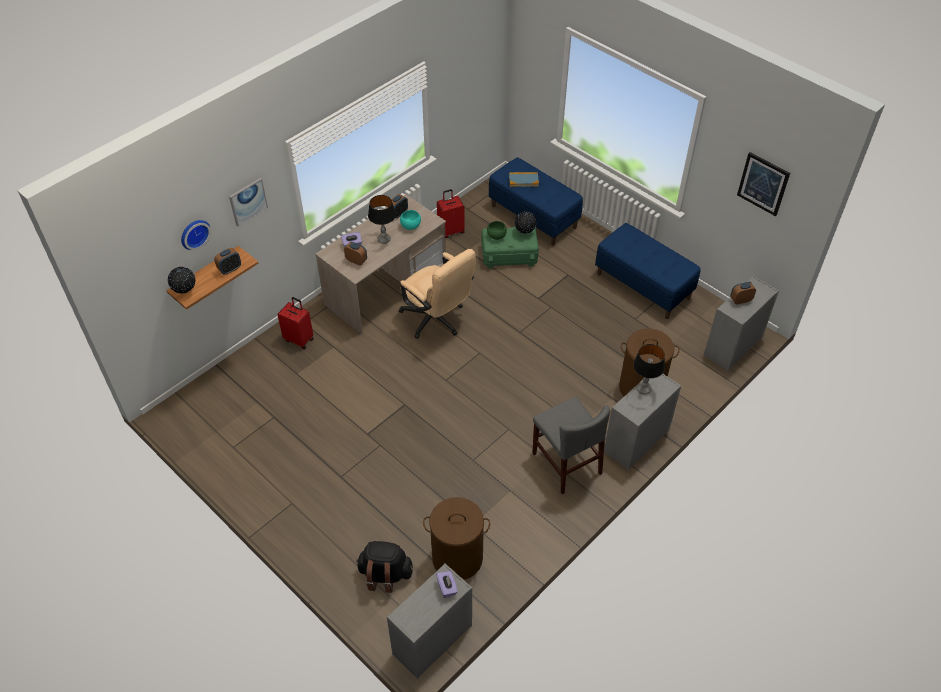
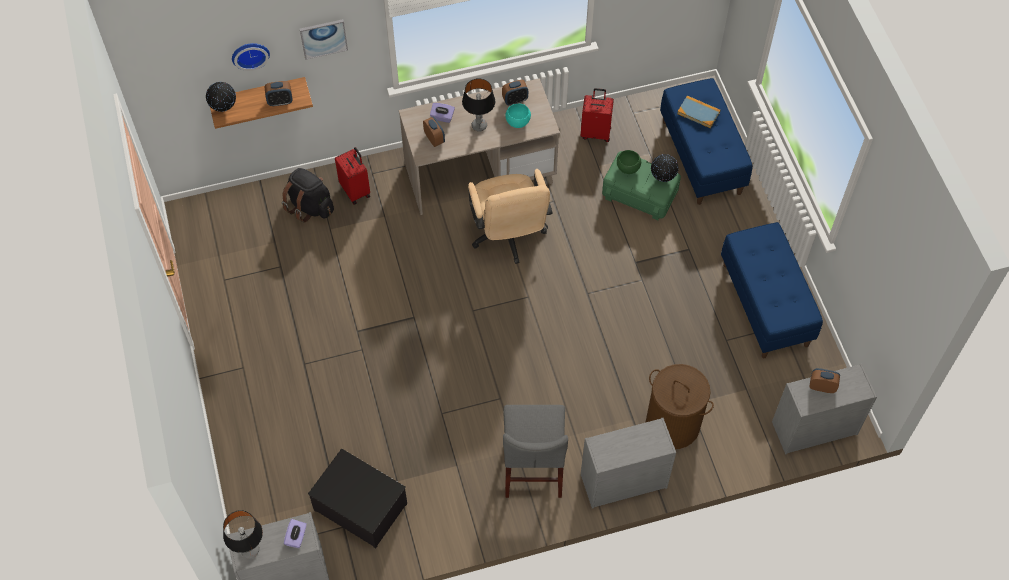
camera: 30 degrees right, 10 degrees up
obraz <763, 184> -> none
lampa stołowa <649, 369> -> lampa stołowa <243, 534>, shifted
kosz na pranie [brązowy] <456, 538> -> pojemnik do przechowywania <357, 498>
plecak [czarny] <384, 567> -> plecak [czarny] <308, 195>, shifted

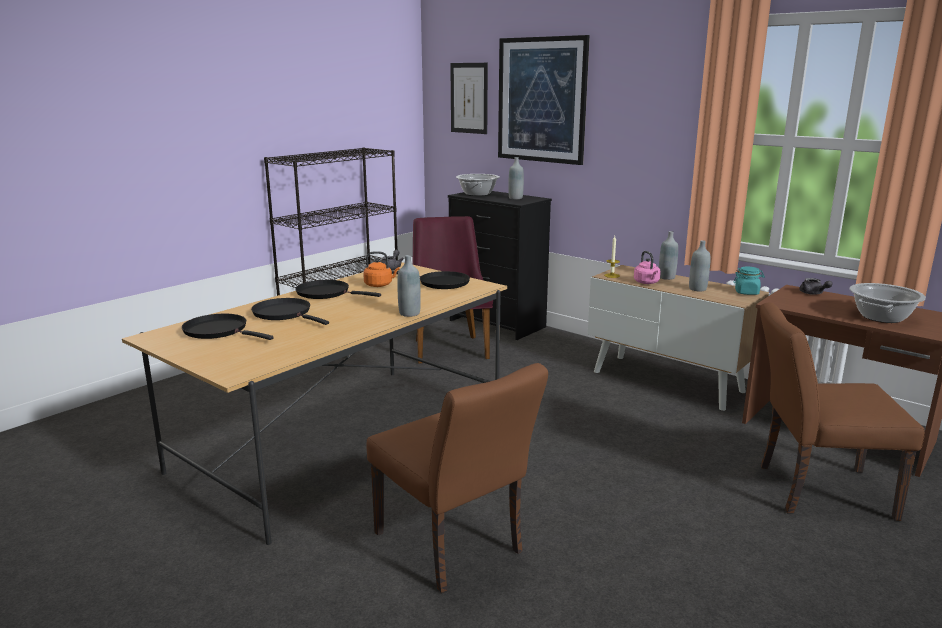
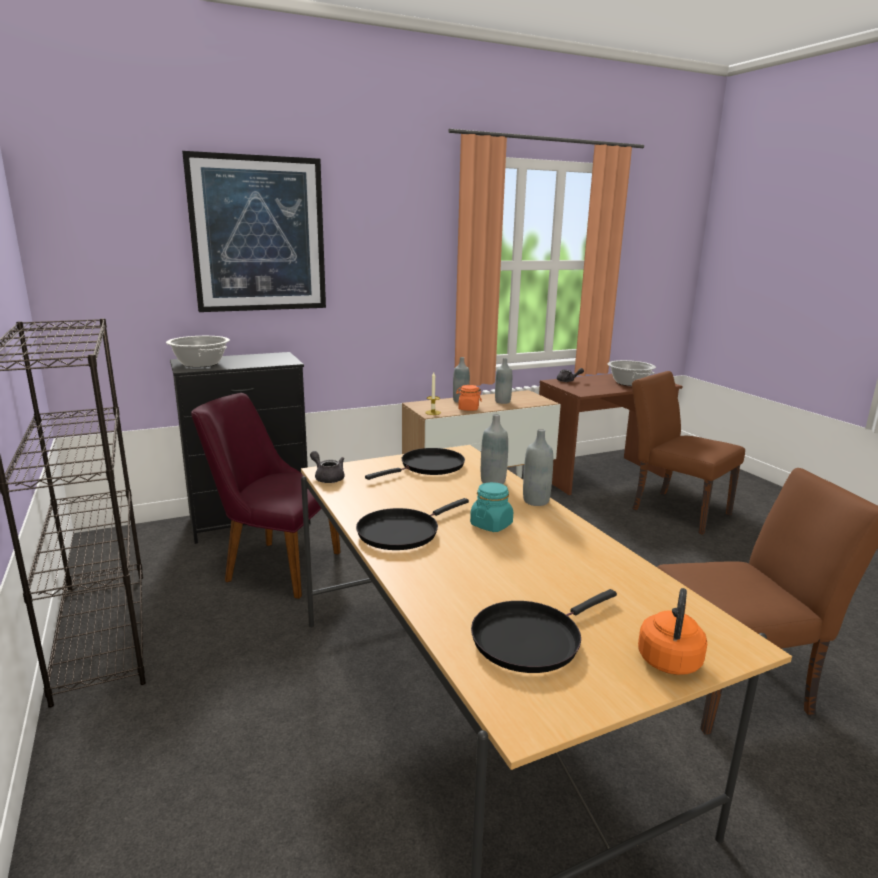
camera: 65 degrees left, 0 degrees up
obraz <469, 98> -> none
butelka [szary] <516, 178> -> butelka [szary] <494, 449>, shifted
czajnik [pomarańczowy] <381, 269> -> czajnik [pomarańczowy] <672, 631>, shifted
czajnik [różowy] <647, 267> -> słoik [pomarańczowy] <469, 398>
słoik [turkusowy] <749, 280> -> słoik [turkusowy] <491, 507>, shifted
patelnia [czarny] <290, 311> -> none
krzesło [brązowy] <842, 411> -> krzesło [brązowy] <688, 453>, 105 degrees clockwise

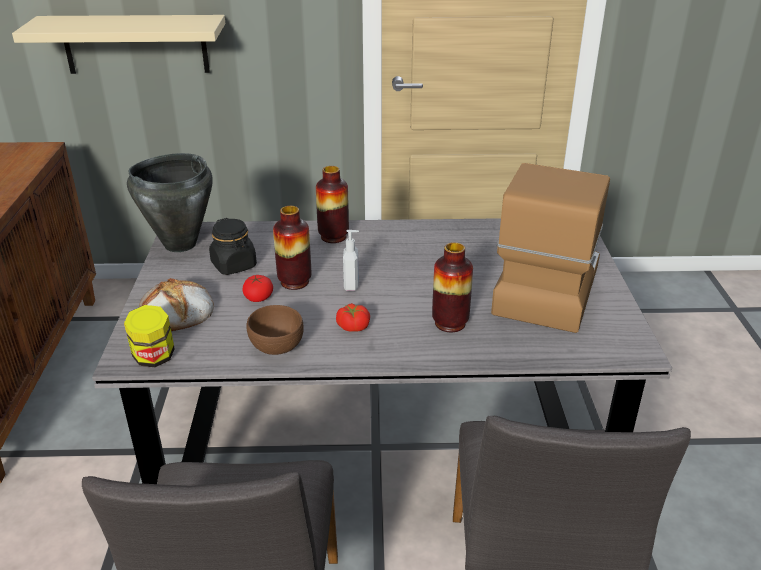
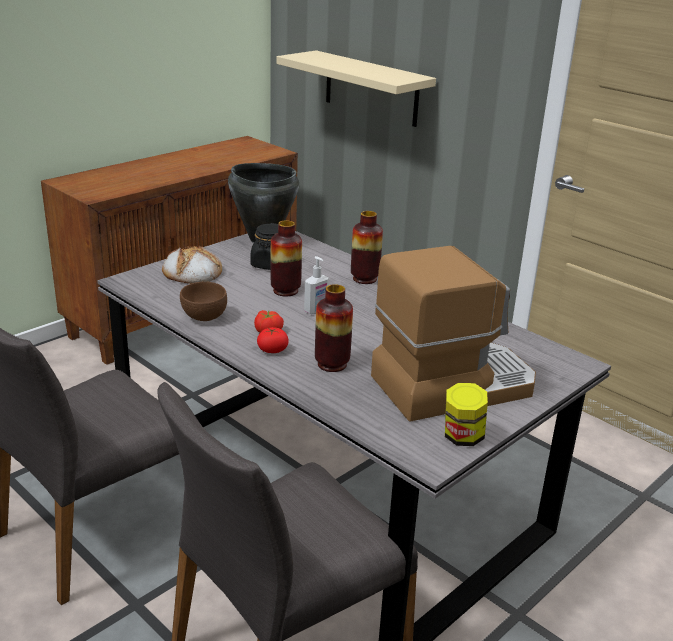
camera: 45 degrees right, 5 degrees down
pomidor <257, 288> -> pomidor <272, 340>, shifted
słoik <149, 336> -> słoik <466, 414>, shifted

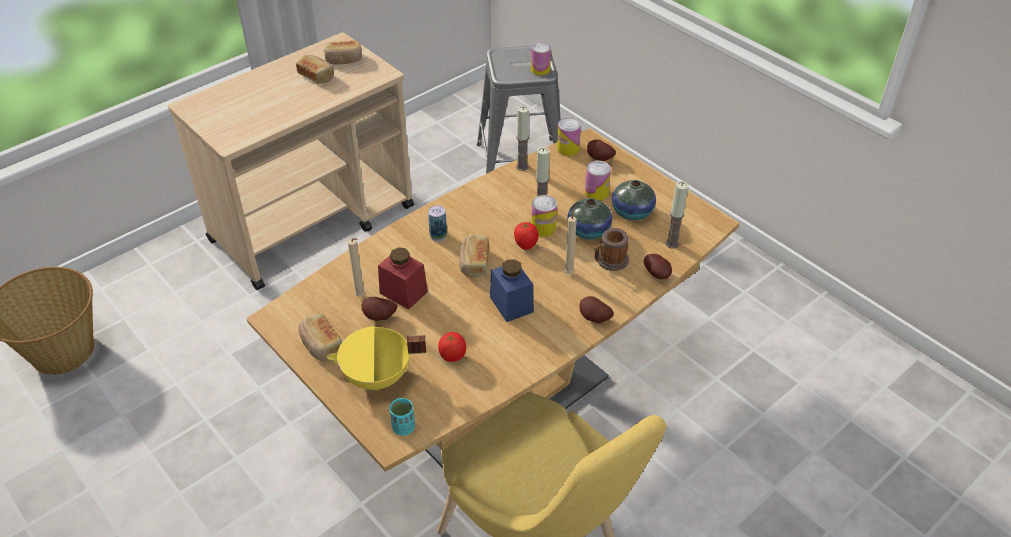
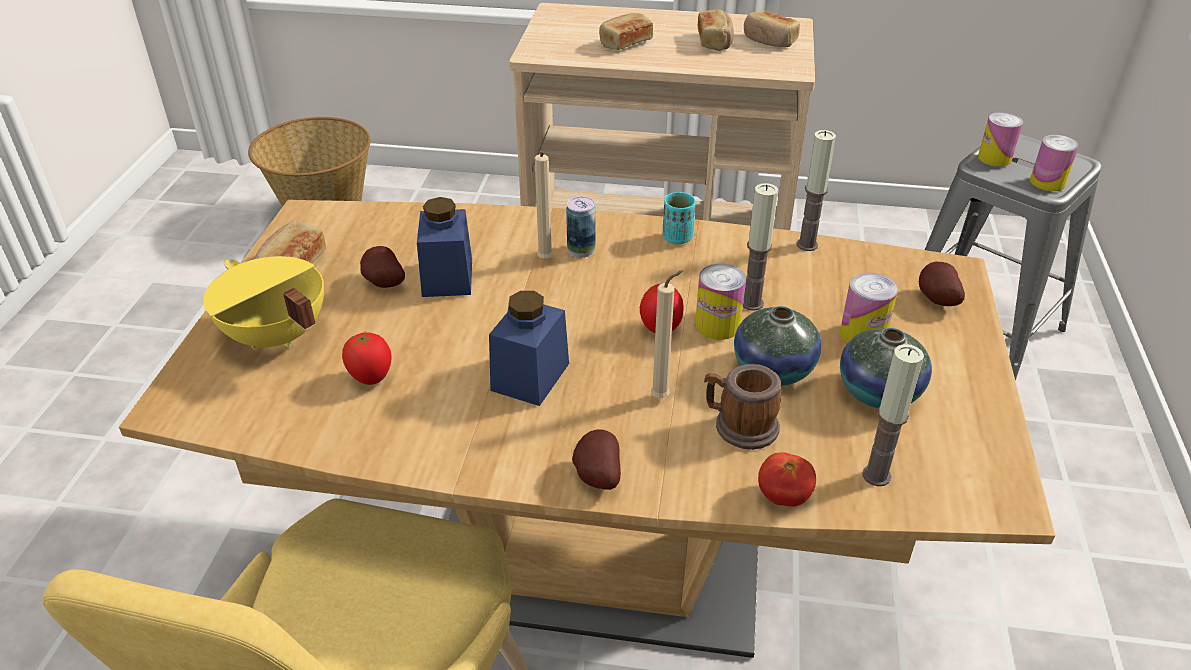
camera: 50 degrees right, 5 degrees down
puszka <569, 137> -> puszka <1000, 139>, shifted
chleb <474, 256> -> chleb <626, 31>, shifted
świeca [beżowy] <356, 267> -> świeca [beżowy] <543, 205>, shifted
słoik [czerwony] <403, 278> -> słoik [niebieski] <444, 247>
ziemniak <658, 266> -> pomidor <787, 479>
filiżanka [turkusowy] <402, 416> -> filiżanka [turkusowy] <679, 218>, shifted

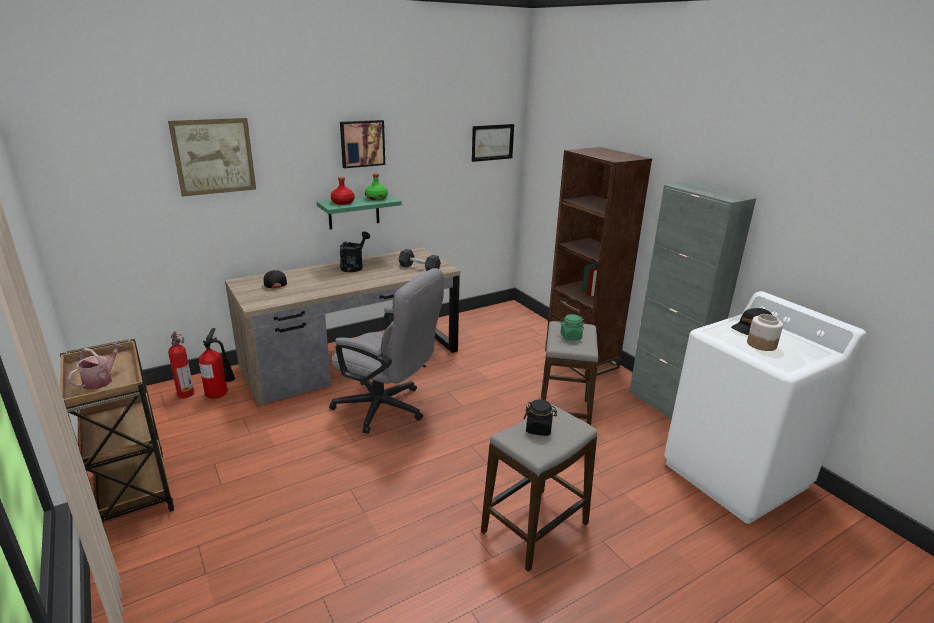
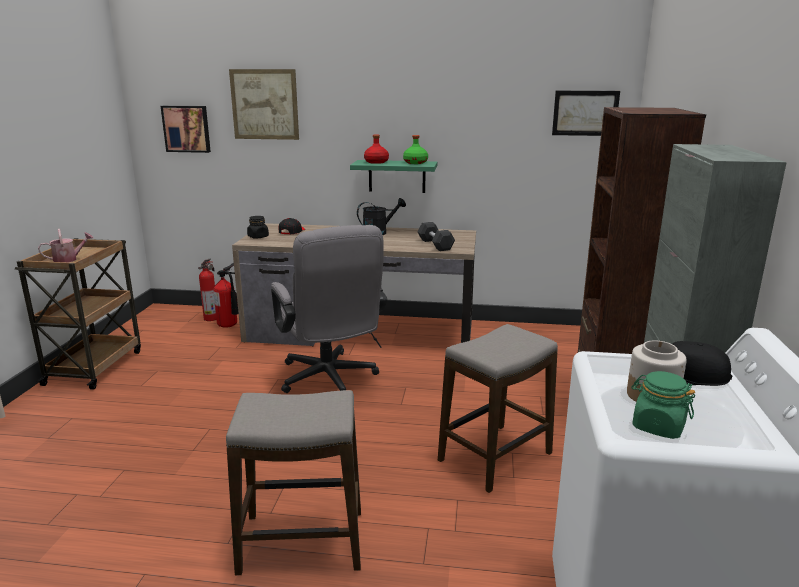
camera: 40 degrees right, 5 degrees down
obraz <362, 144> -> obraz <186, 129>, shifted
słoik [zielony] <572, 327> -> słoik [zielony] <663, 405>, shifted
słoik [czarny] <540, 417> -> słoik [czarny] <258, 227>, shifted

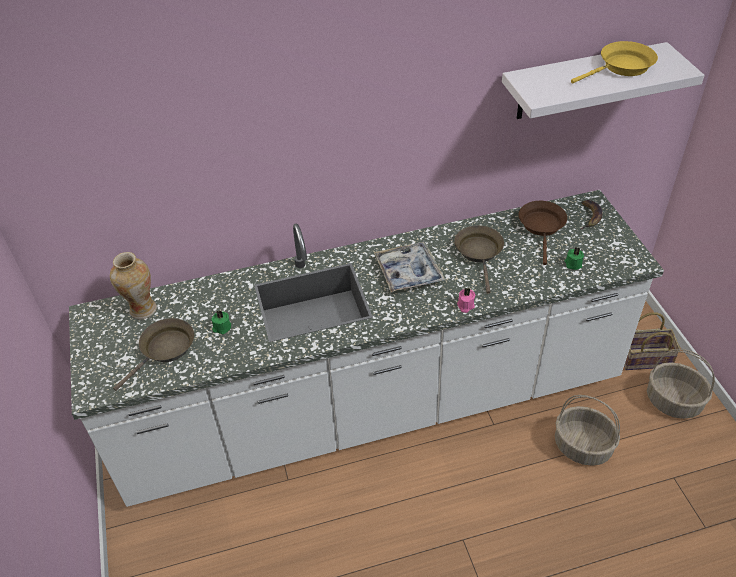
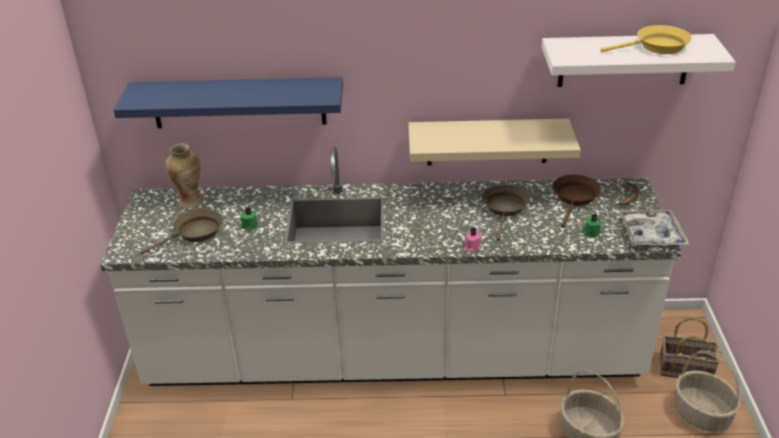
camera: 15 degrees right, 10 degrees down
taca <409, 267> -> taca <654, 228>, shifted
none -> półka [niebieski] <228, 102>
none -> półka [beżowy] <494, 142>

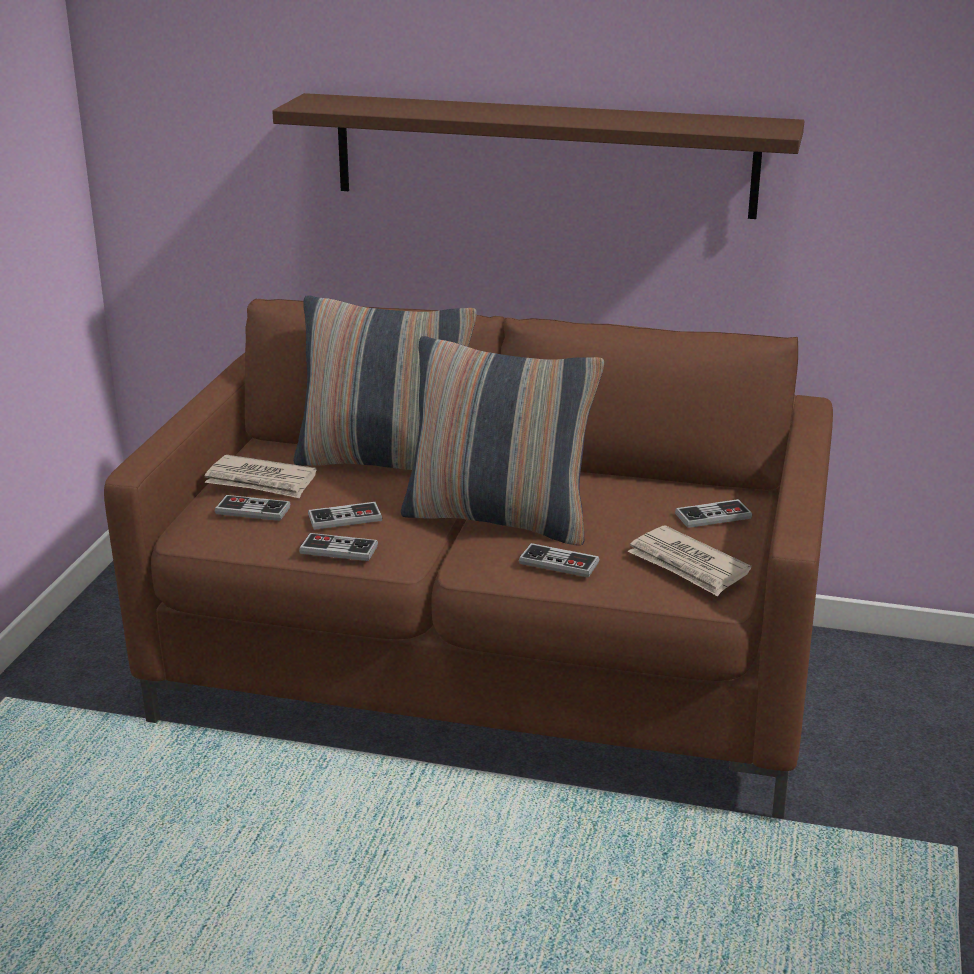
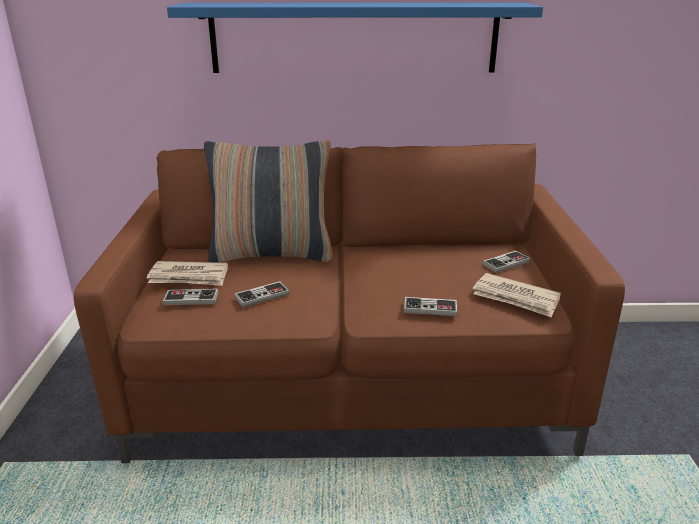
camera: 15 degrees left, 0 degrees up
półka [brązowy] <538, 156> -> półka [niebieski] <355, 38>
poduszka <502, 441> -> none
pad do gier <338, 547> -> none

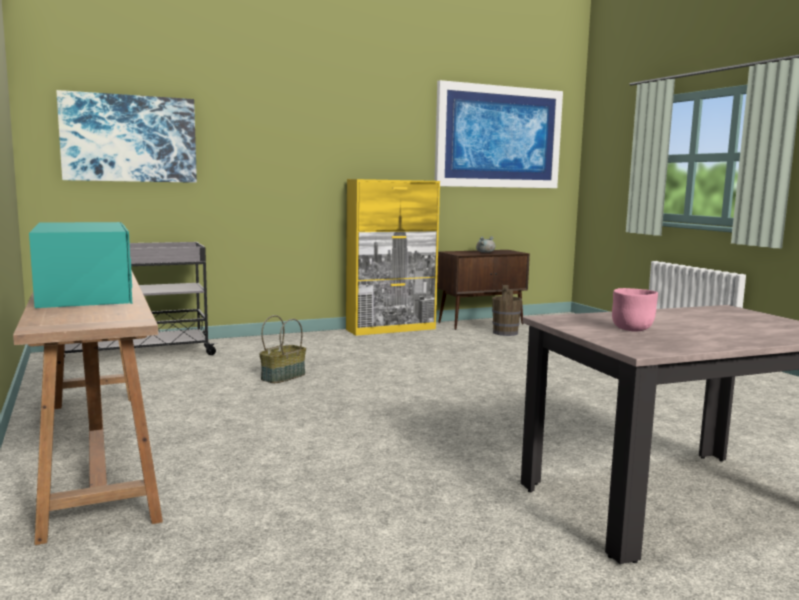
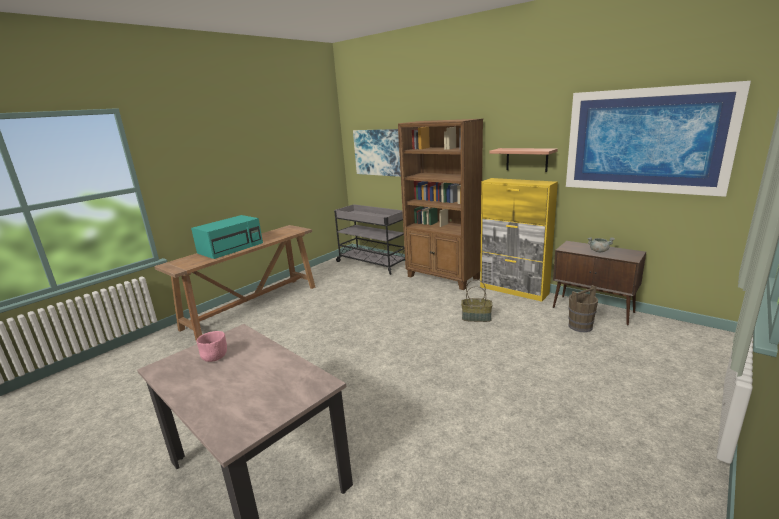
camera: 65 degrees right, 10 degrees up
koszyk <282, 349> -> koszyk <476, 301>, shifted
none -> regał [brązowy] <440, 204>
none -> półka <523, 160>

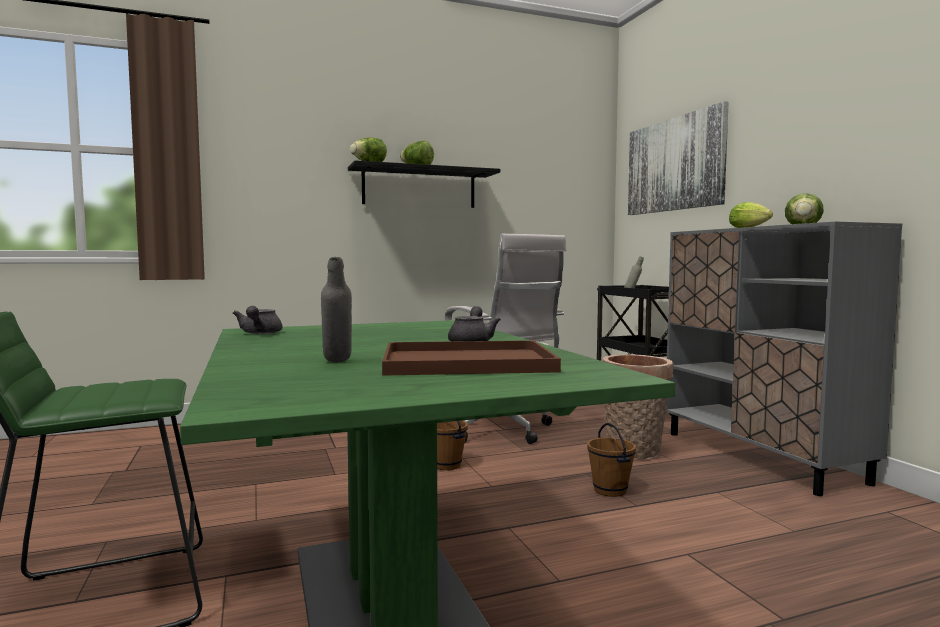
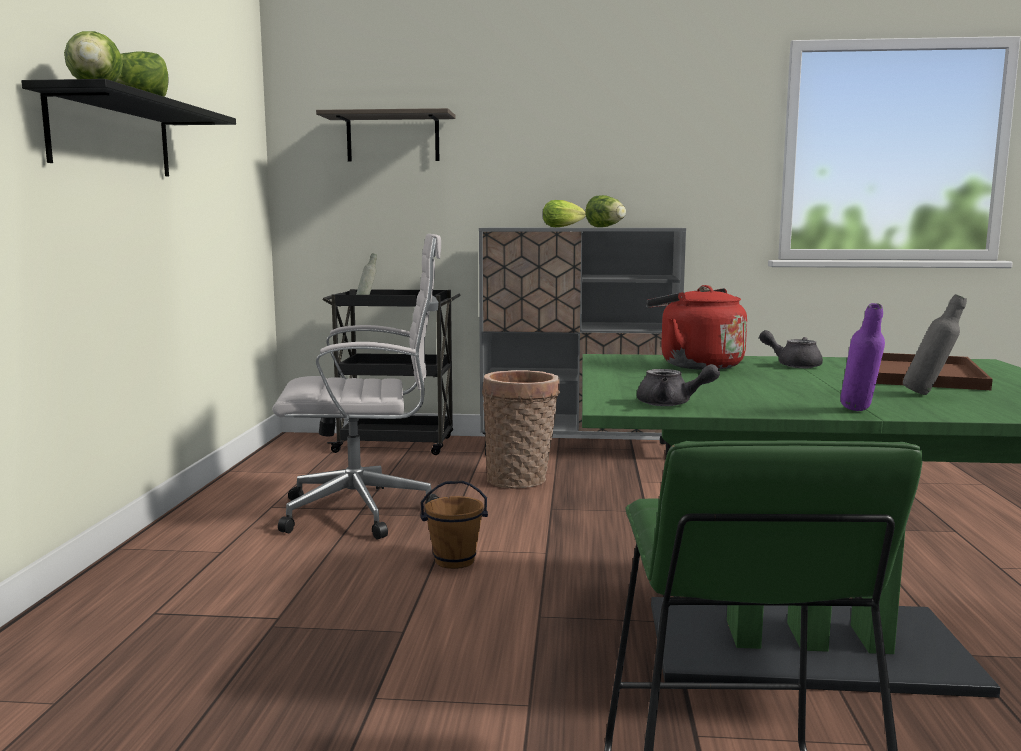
camera: 65 degrees left, 5 degrees up
obraz <678, 158> -> półka <385, 135>
wiadro [brązowy] <611, 460> -> none
none -> czajnik [czerwony] <696, 327>
none -> butelka [fioletowy] <862, 357>

